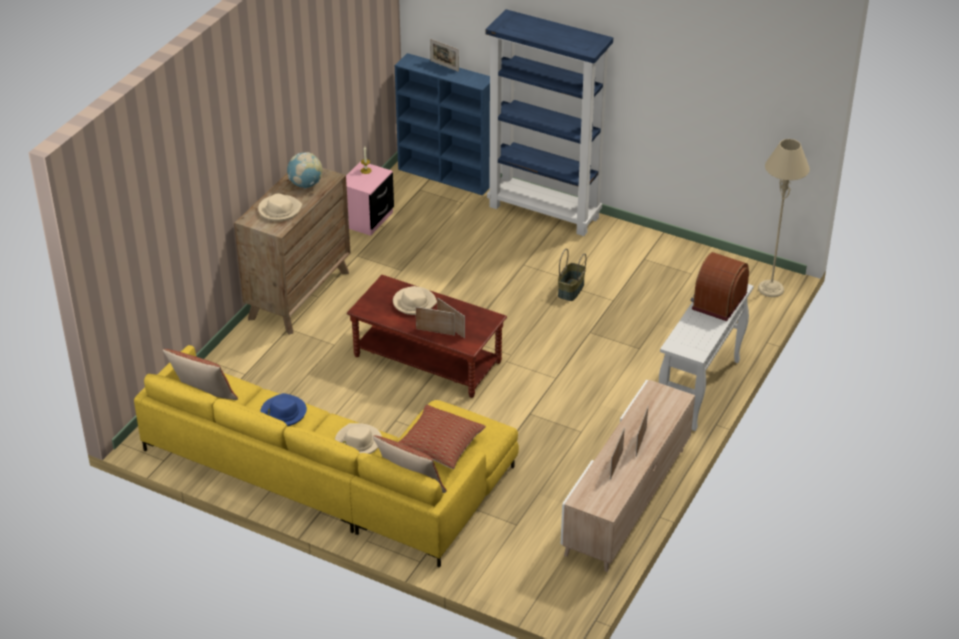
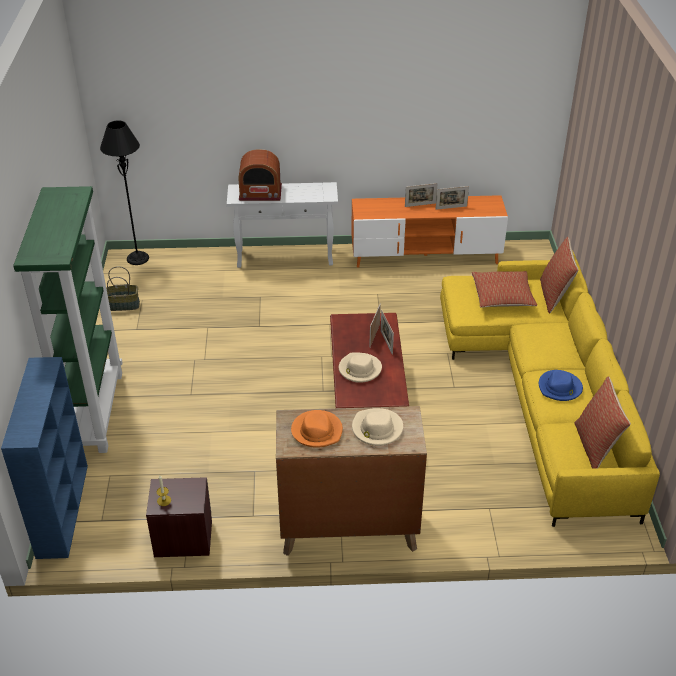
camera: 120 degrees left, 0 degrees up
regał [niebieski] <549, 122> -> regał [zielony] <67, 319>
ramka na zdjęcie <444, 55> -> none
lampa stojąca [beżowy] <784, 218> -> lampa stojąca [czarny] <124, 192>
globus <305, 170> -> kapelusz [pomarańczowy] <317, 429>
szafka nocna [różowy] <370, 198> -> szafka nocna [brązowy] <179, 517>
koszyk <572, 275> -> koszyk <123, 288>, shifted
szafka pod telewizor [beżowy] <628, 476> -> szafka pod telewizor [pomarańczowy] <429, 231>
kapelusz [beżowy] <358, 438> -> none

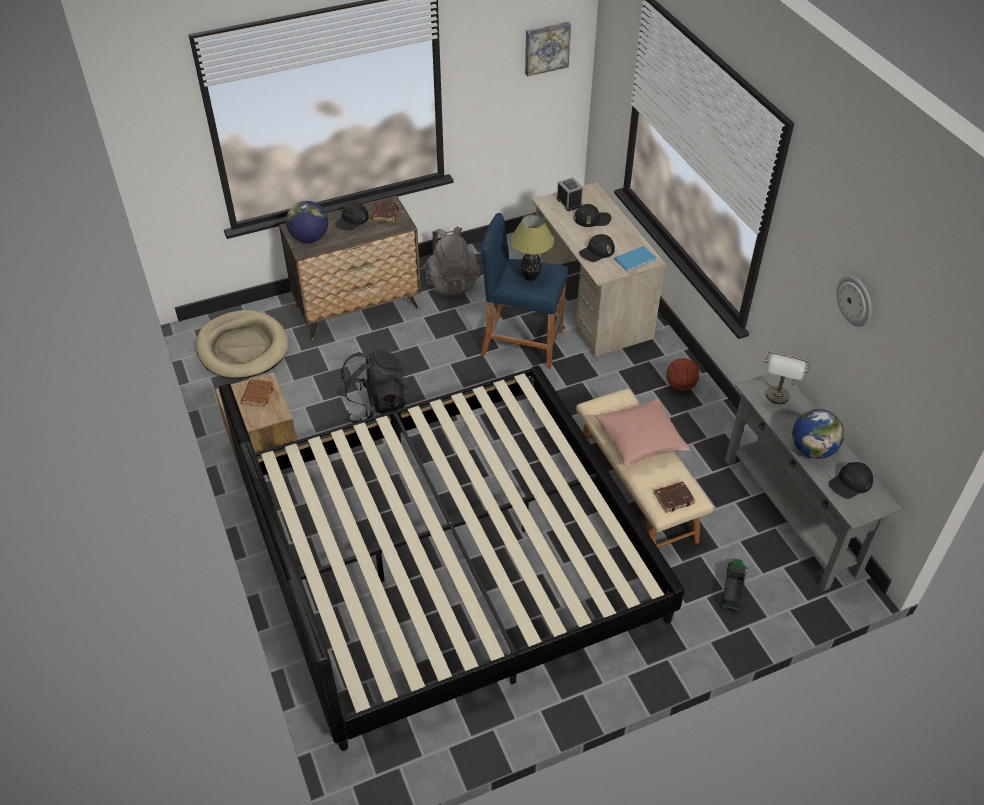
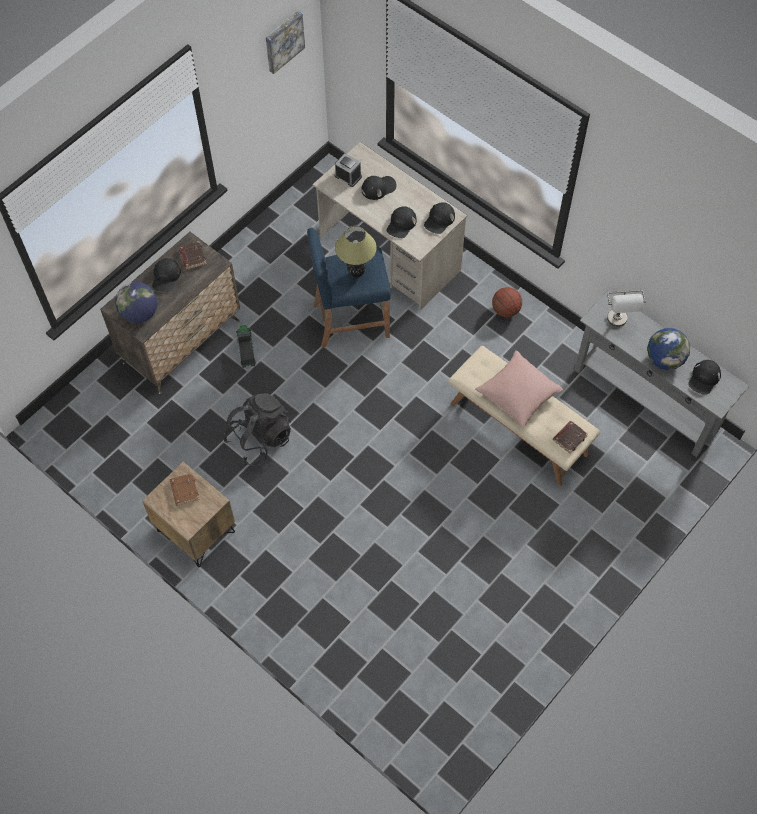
camera: 25 degrees left, 15 degrees up
plecak [szary] <451, 261> -> none
książka [niebieski] <635, 259> -> czapka z daszkiem [czarny] <439, 218>
zegar ścienny <853, 301> -> none
legowisko [beżowy] <242, 344> -> none
łóżko <452, 558> -> none
ciężarówka zabawkowa <734, 585> -> ciężarówka zabawkowa <245, 346>, shifted

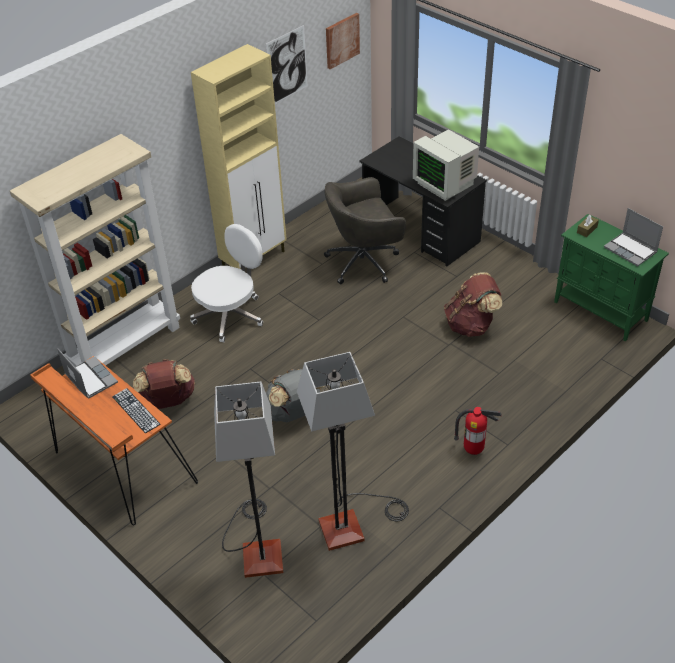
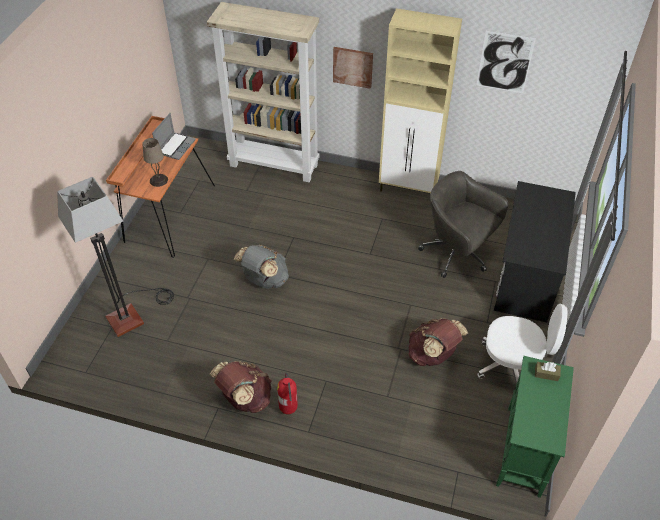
camera: 60 degrees right, 5 degrees up
obraz <343, 41> -> obraz <353, 68>, shifted
monitor <446, 165> -> none
laptop <633, 237> -> none
krzesło biurowe [biały] <226, 283> -> krzesło biurowe [biały] <522, 344>, shifted
lampa stojąca <353, 451> -> none
plecak [brązowy] <164, 384> -> plecak [brązowy] <240, 387>, shifted
klawiatura <136, 410> -> lampa stołowa [beżowy] <155, 162>

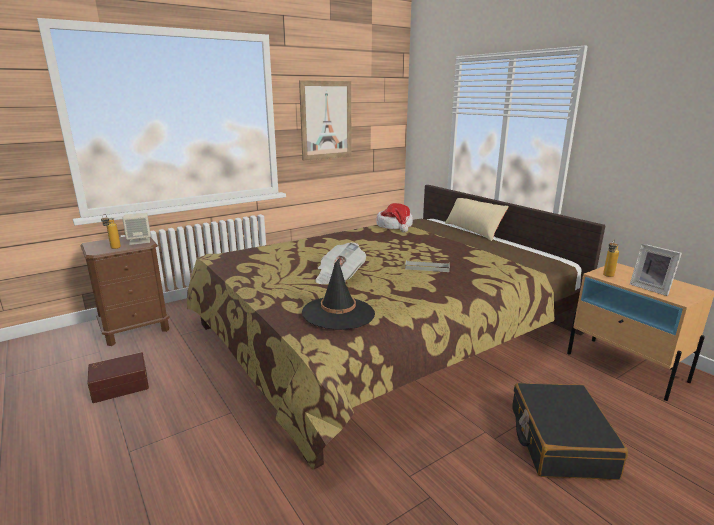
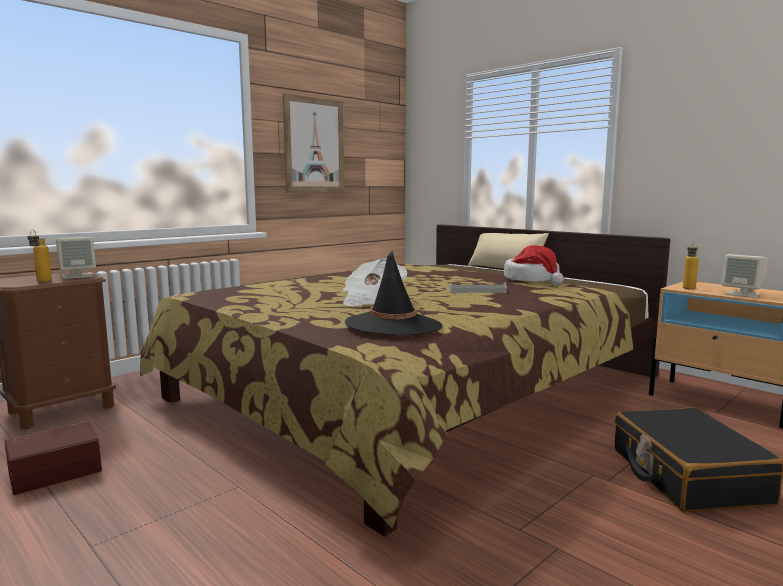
camera: 10 degrees left, 10 degrees down
kapelusz <394, 217> -> kapelusz <533, 265>, shifted
ramka na zdjęcie <656, 270> -> głośnik [beżowy] <745, 276>

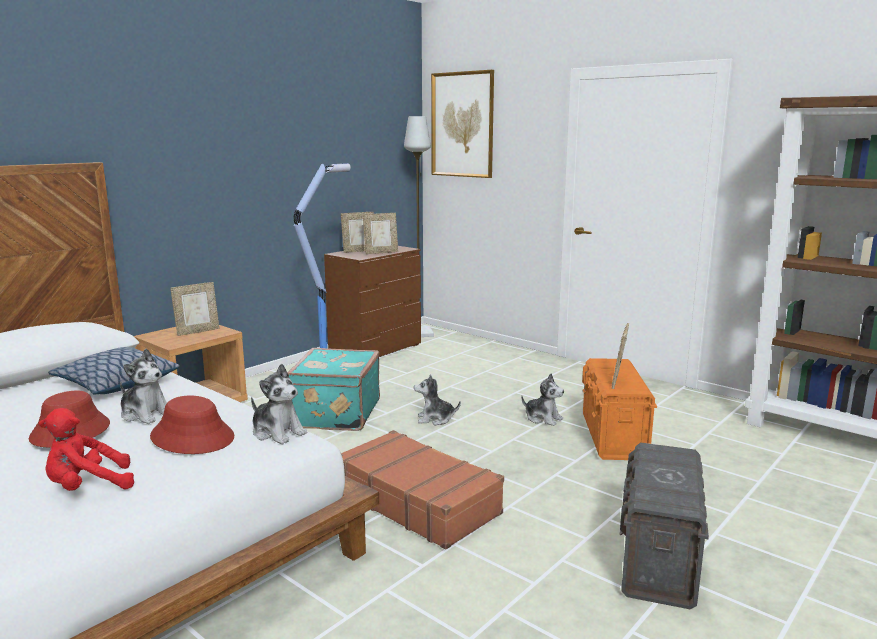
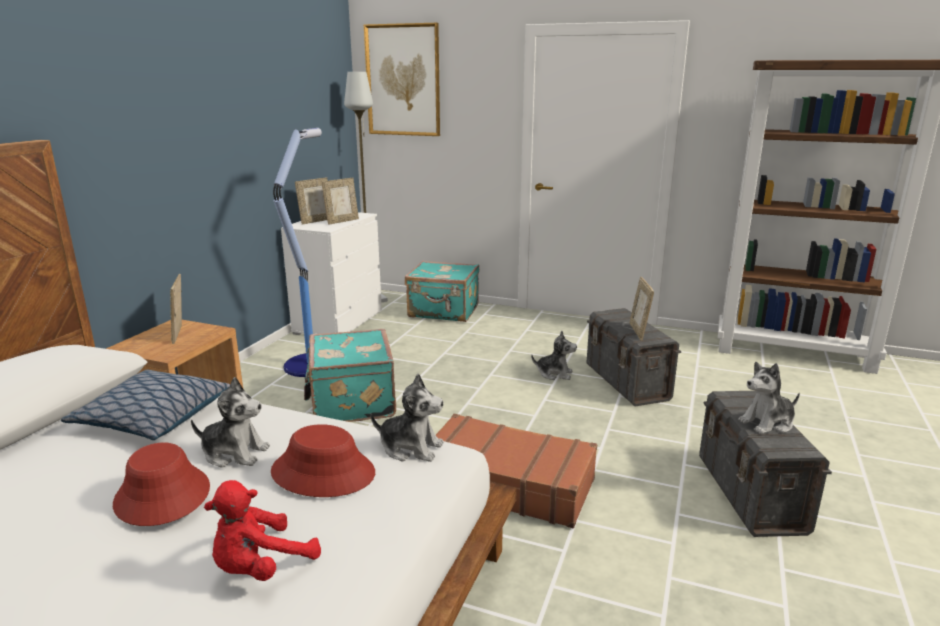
camera: 20 degrees left, 5 degrees up
komoda [brązowy] <372, 301> -> komoda [biały] <331, 273>
ramka na zdjęcie <195, 309> -> ramka na zdjęcie <176, 309>, 135 degrees clockwise
pojemnik do przechowywania [pomarańczowy] <619, 409> -> pojemnik do przechowywania [szary] <634, 357>
pluszak <437, 400> -> pluszak <769, 398>, shifted
none -> walizka [turkusowy] <442, 291>

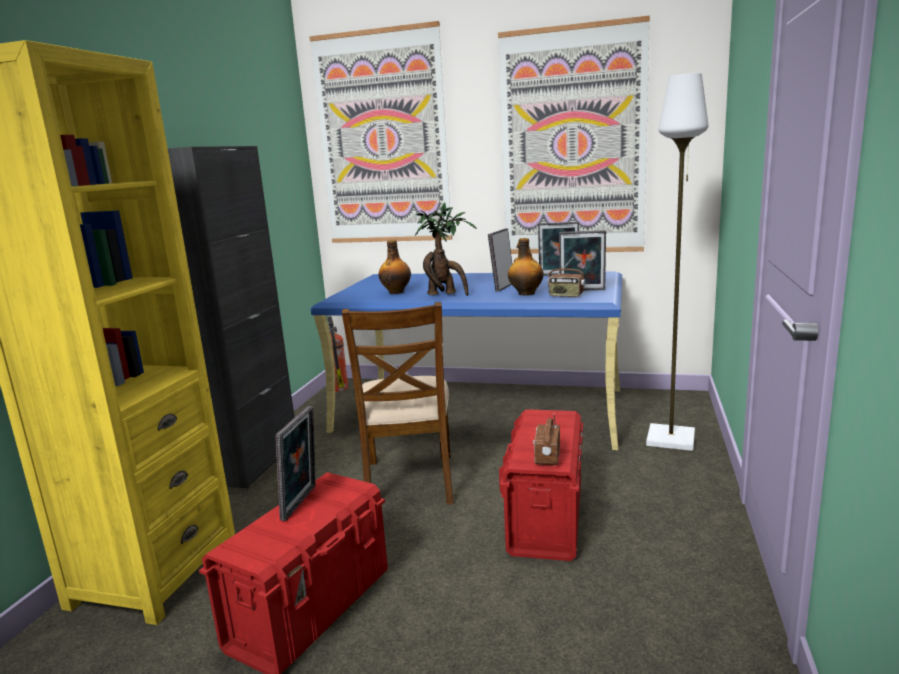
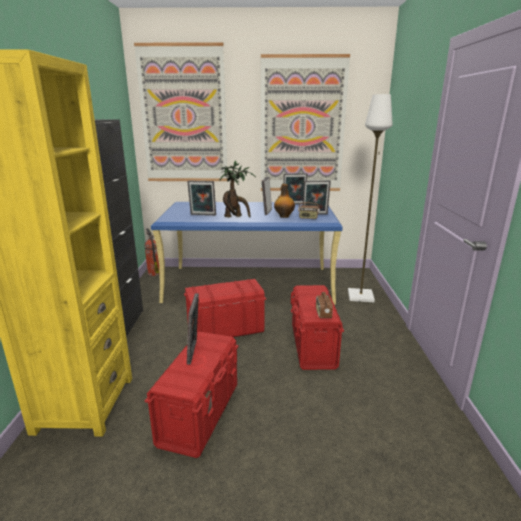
camera: 15 degrees left, 5 degrees up
butelka <394, 267> -> ramka na zdjęcie <201, 198>
krzesło [brązowy] <398, 403> -> pojemnik do przechowywania [czerwony] <225, 308>

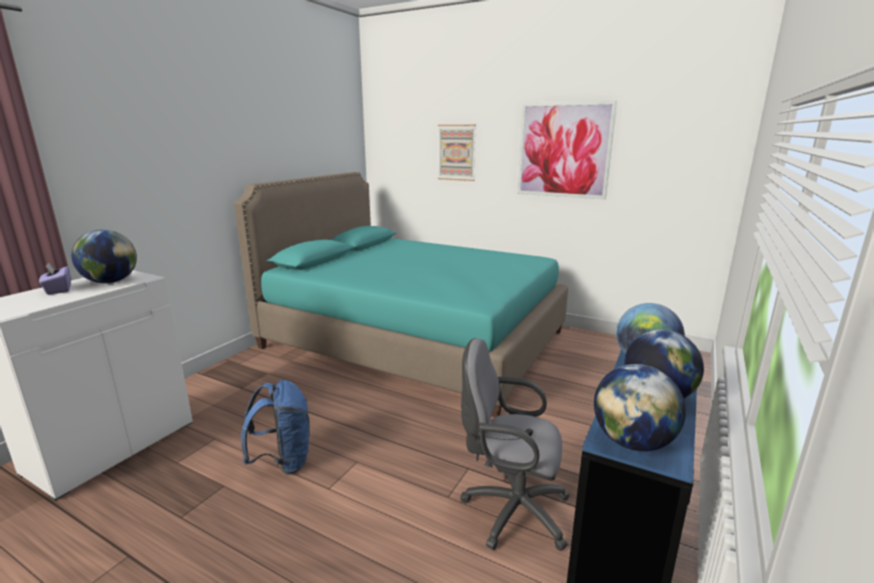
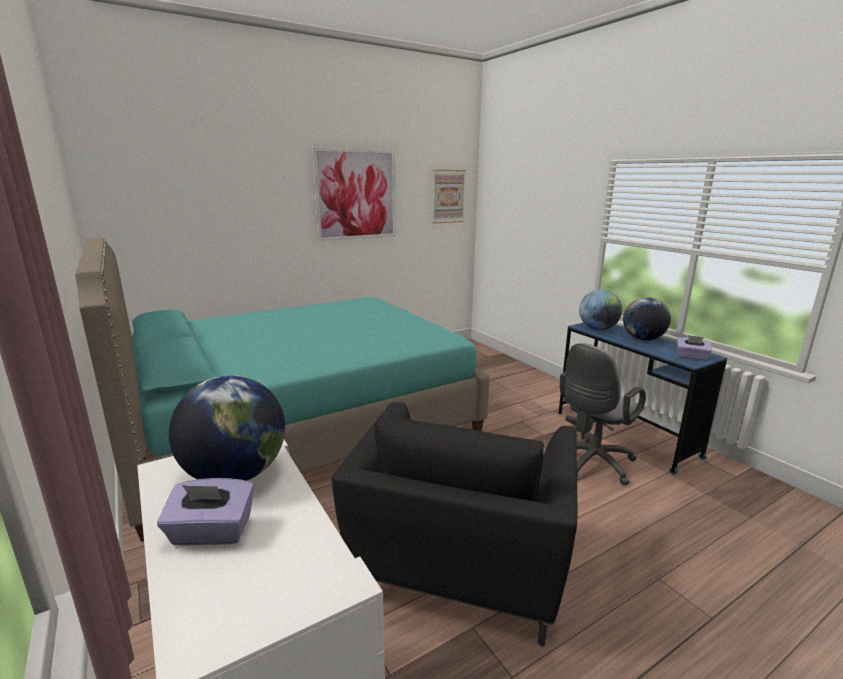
camera: 60 degrees left, 0 degrees up
obraz <457, 153> -> obraz <449, 197>, shifted
globus <640, 407> -> pudełko chusteczek [fioletowy] <694, 348>
plecak [niebieski] <275, 427> -> fotel [czarny] <454, 524>

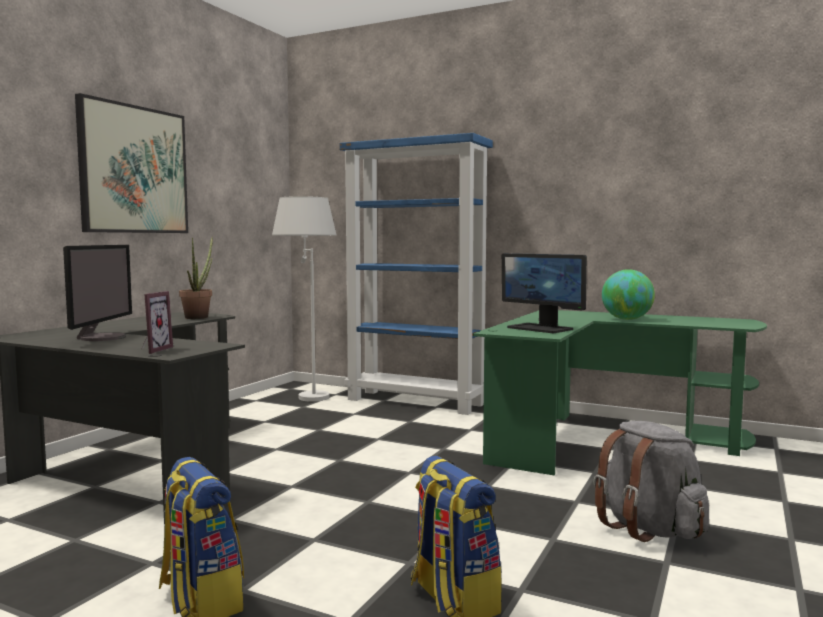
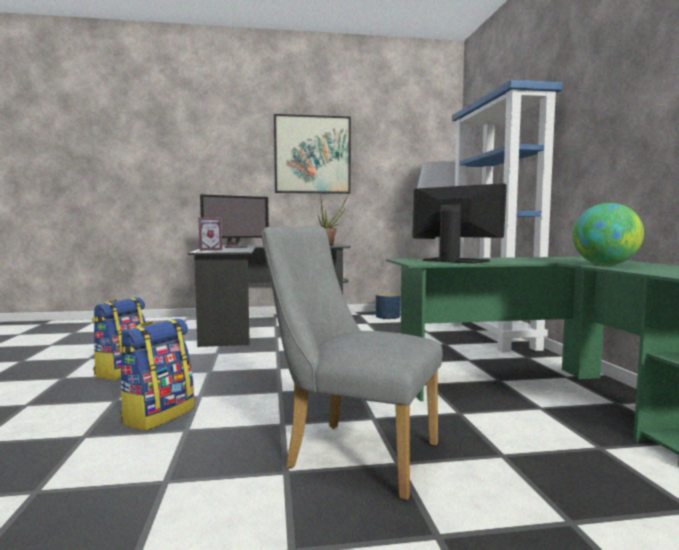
camera: 55 degrees right, 0 degrees up
monitor <544, 293> -> monitor <460, 223>, 120 degrees clockwise
plecak [szary] <651, 481> -> krzesło [szary] <352, 363>
none -> donica [niebieski] <388, 306>

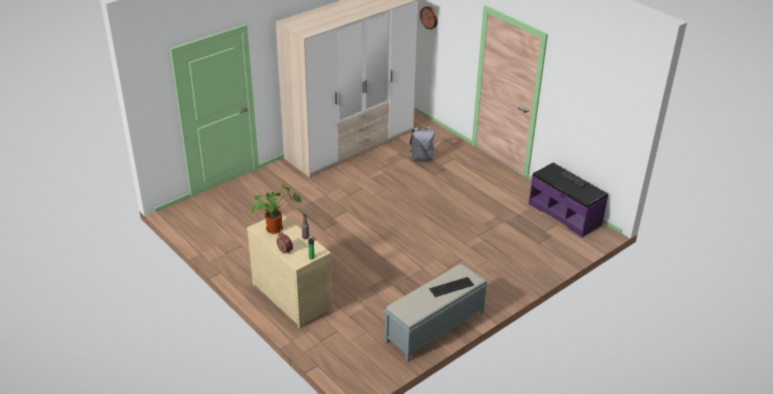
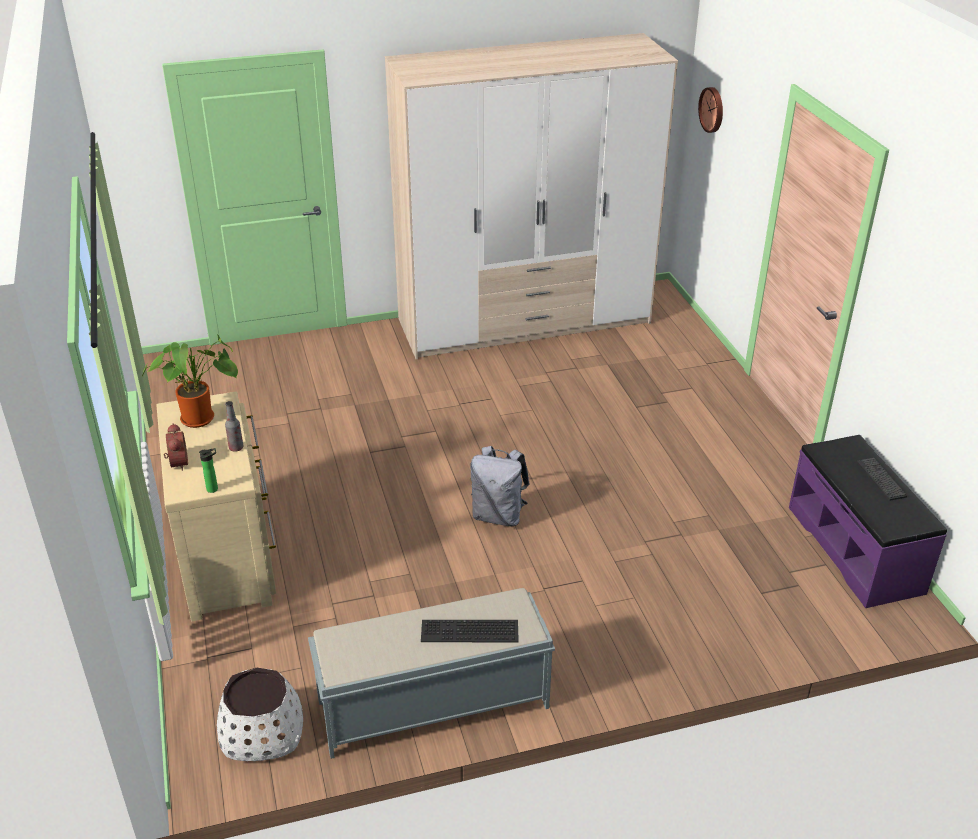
camera: 25 degrees right, 0 degrees up
plecak [szary] <422, 143> -> plecak [szary] <499, 486>, shifted
none -> donica [biały] <260, 714>

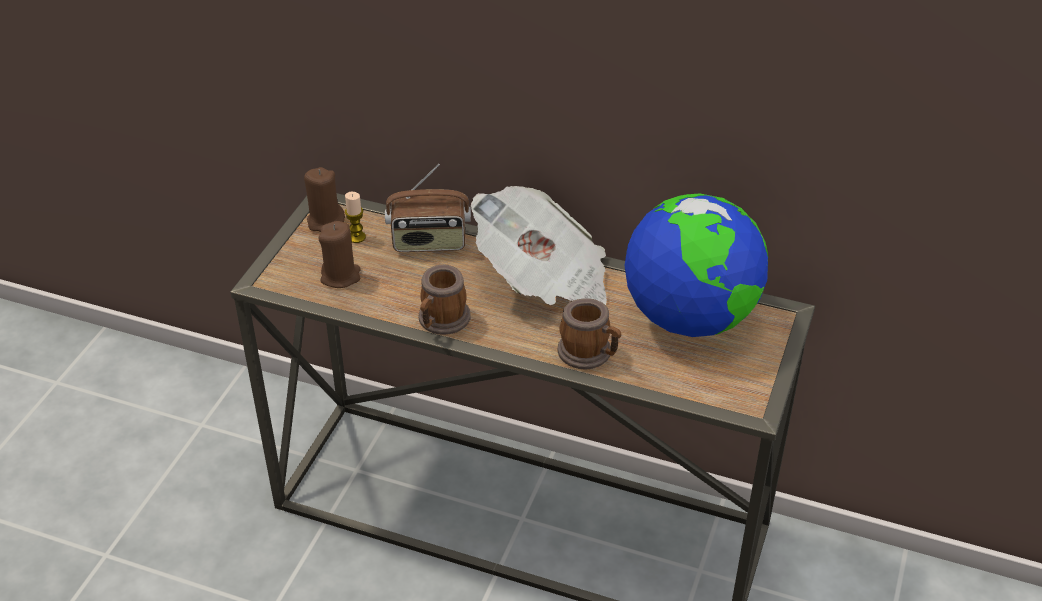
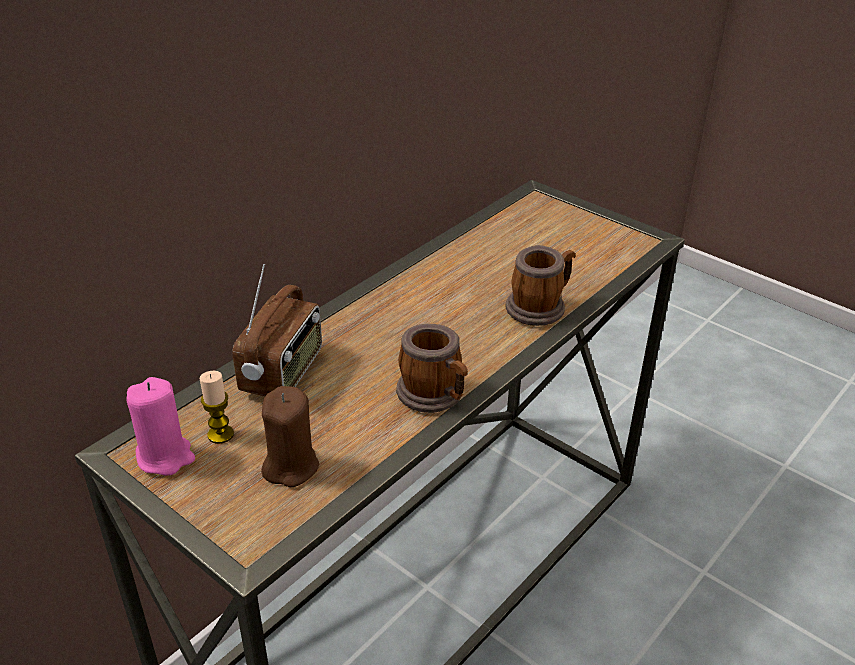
camera: 70 degrees left, 5 degrees down
świeca [brązowy] <324, 199> -> świeca [różowy] <160, 426>
gazeta <539, 245> -> none
globus <696, 265> -> none

